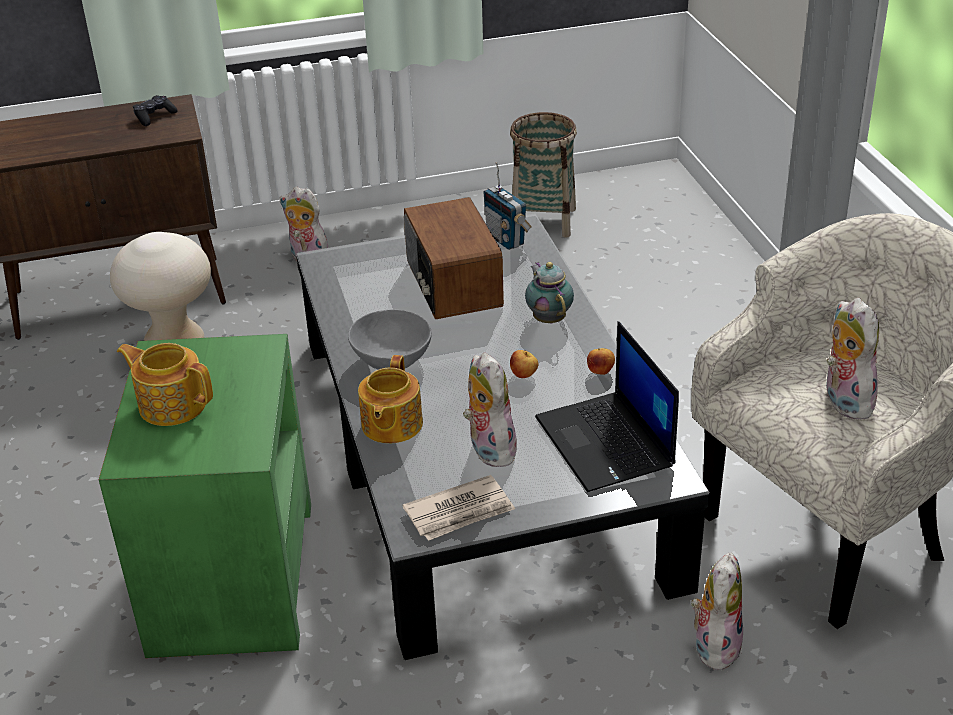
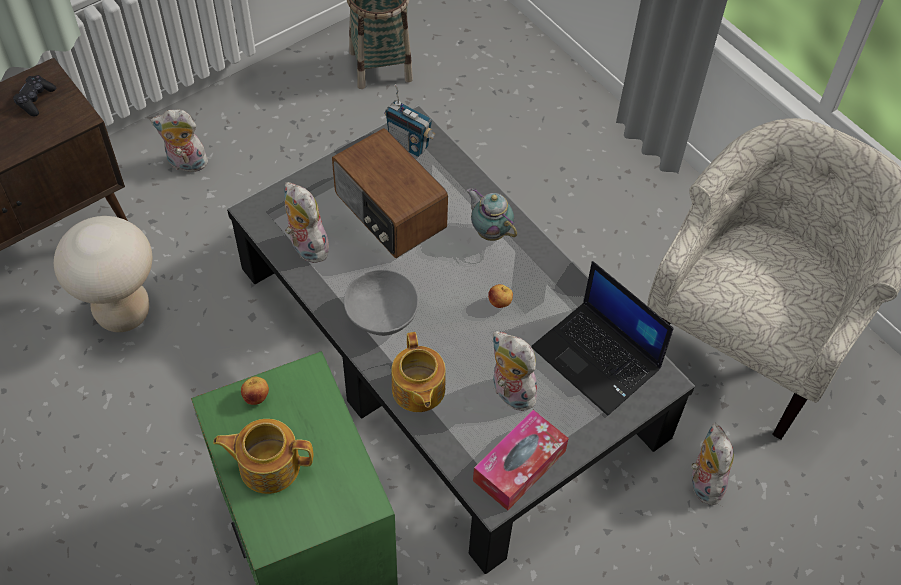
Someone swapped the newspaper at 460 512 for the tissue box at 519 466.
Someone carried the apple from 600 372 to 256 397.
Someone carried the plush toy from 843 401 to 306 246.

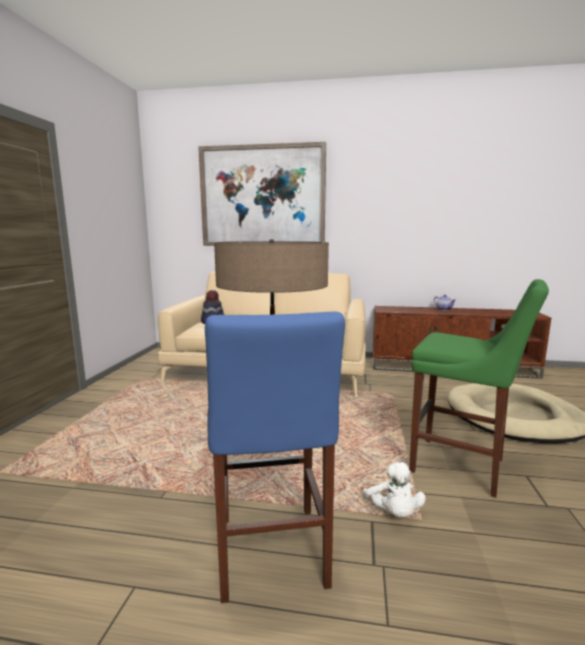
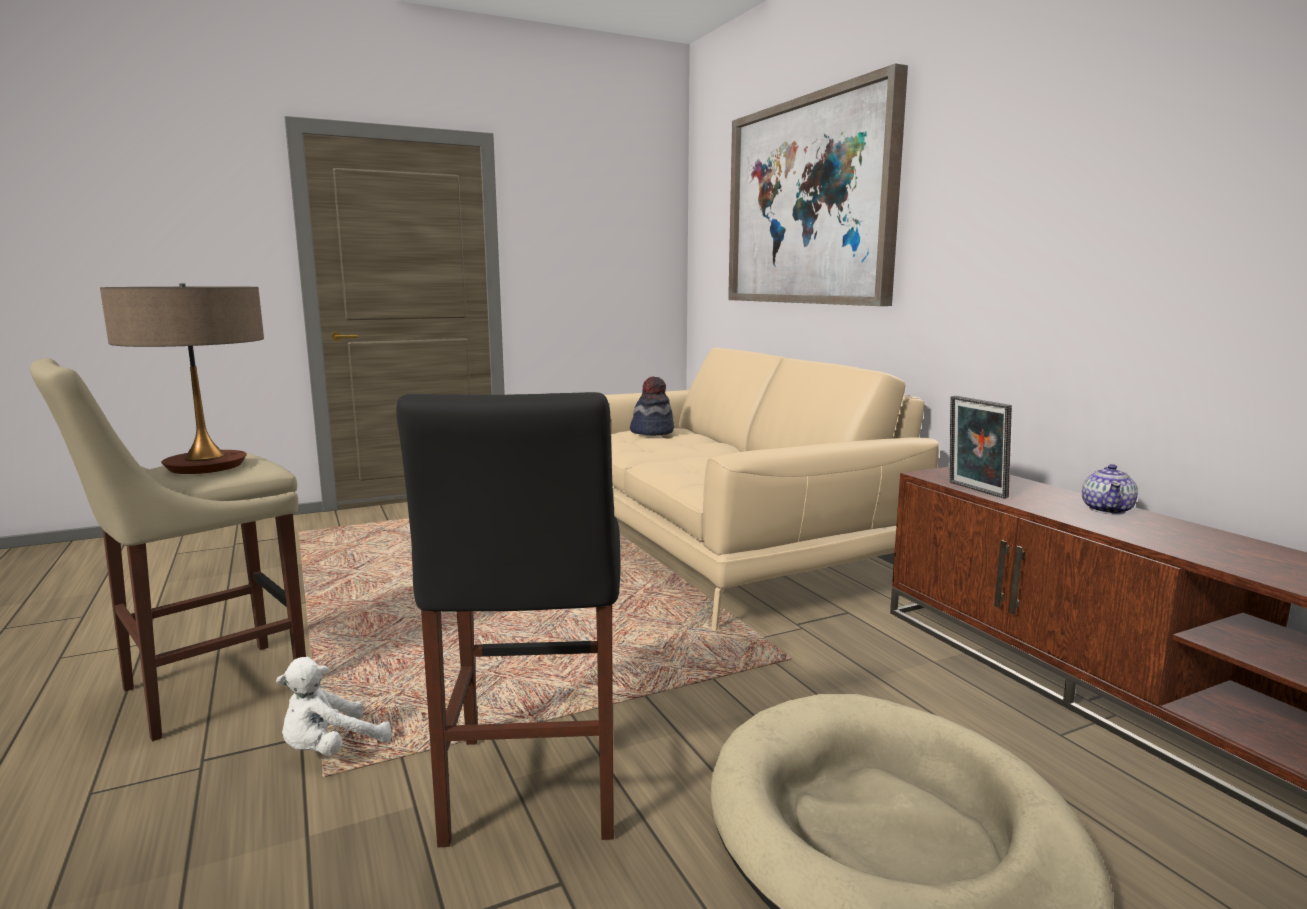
Someone repainted the stool (blue) at 271 556, which became the stool (beige) at 204 691.
Someone repainted the stool (green) at 462 467, which became the stool (black) at 531 792.
Someone put down the picture frame at 974 490.

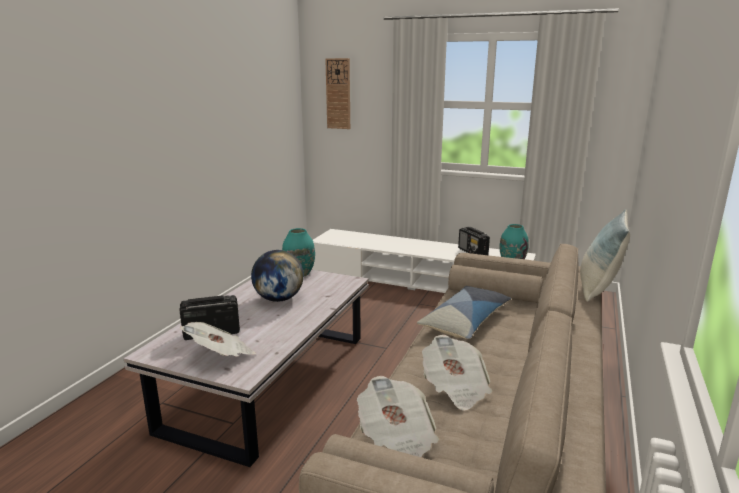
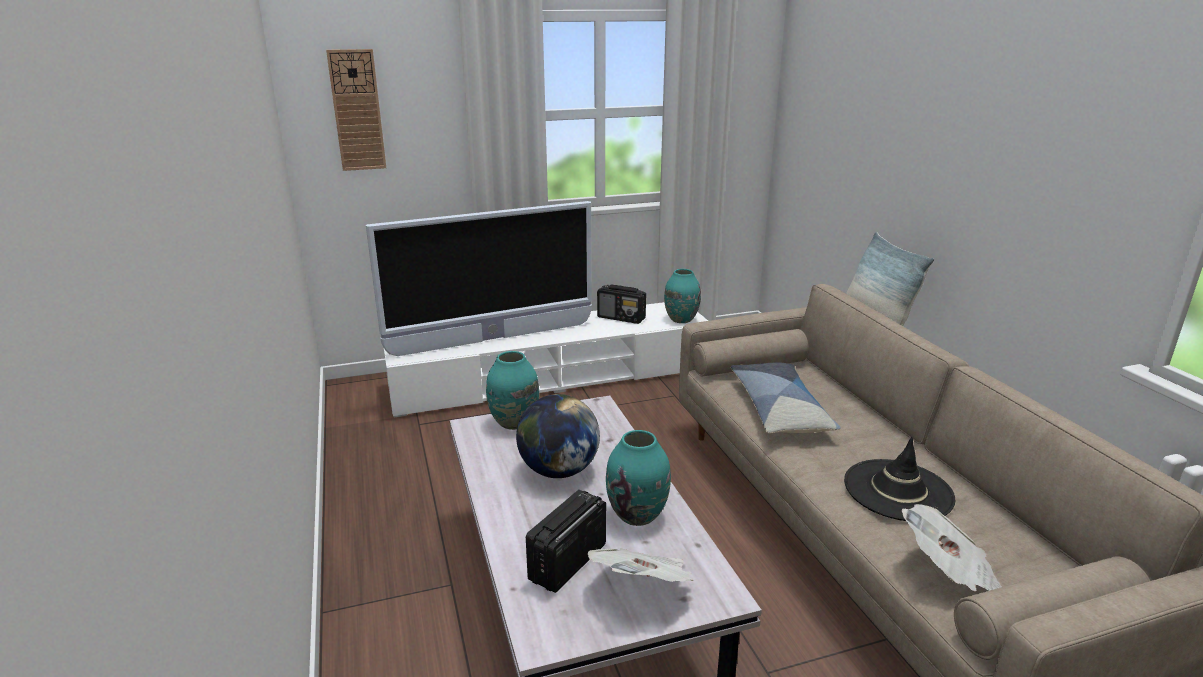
Someone swapped the newspaper at 455 388 for the hat (black) at 898 490.
Someone put down the television at 492 339.
Someone put down the vase (turquoise) at 638 514.

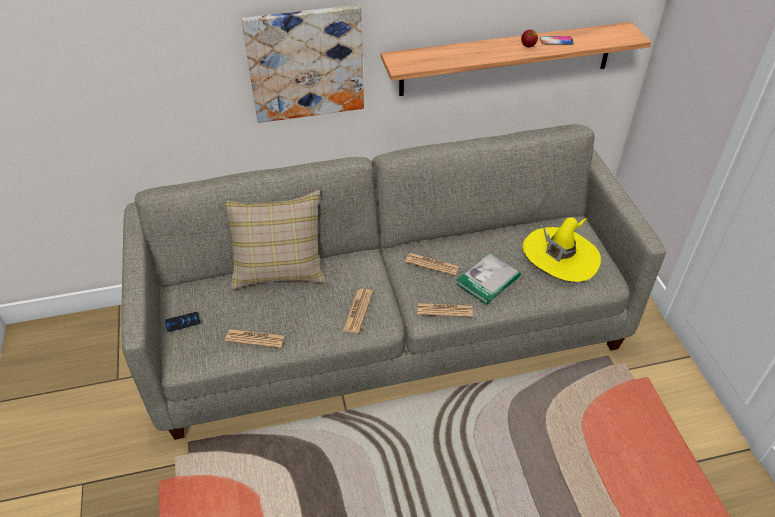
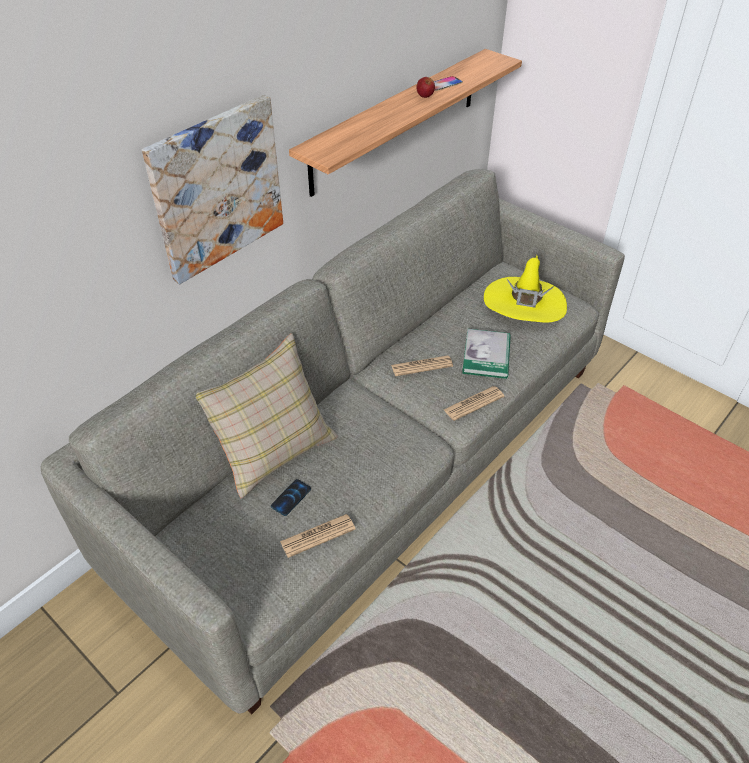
Someone carried the phone from 182 322 to 291 498.
Someone took away the newspaper at 358 311.

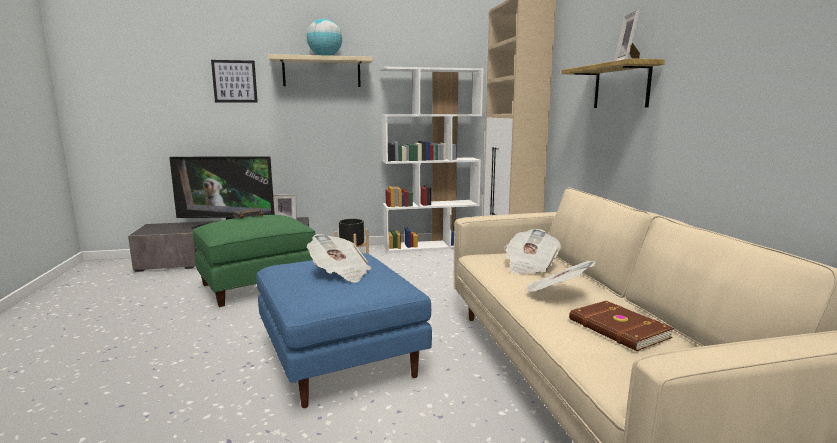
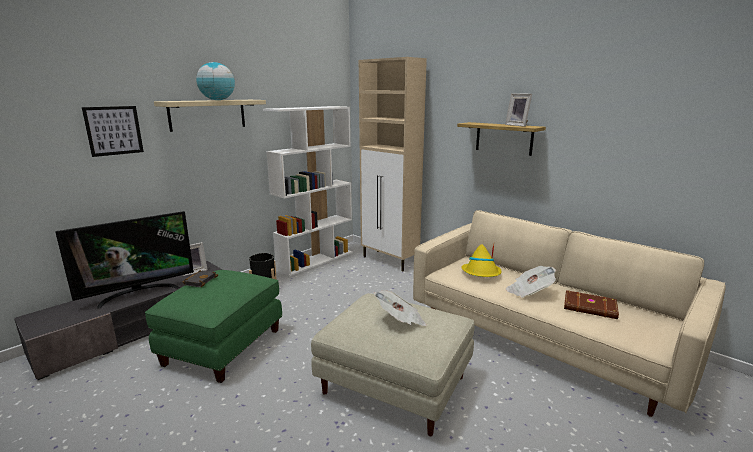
Someone repainted the ottoman (blue) at 341 357, which became the ottoman (beige) at 396 385.
Someone swapped the newspaper at 529 266 for the hat (yellow) at 481 273.

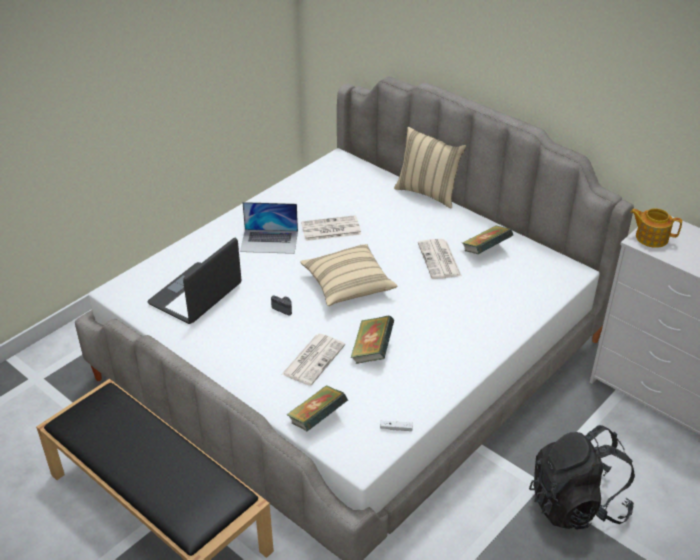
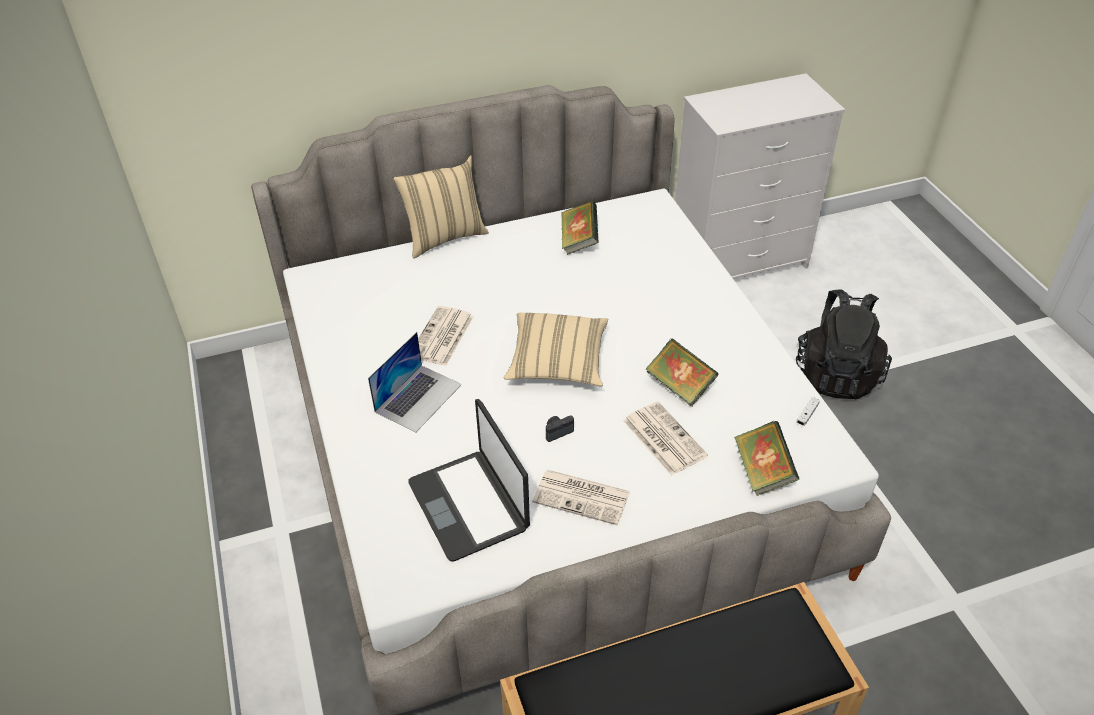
Someone carried the newspaper from 440 260 to 583 497.
Someone took away the teapot at 651 237.

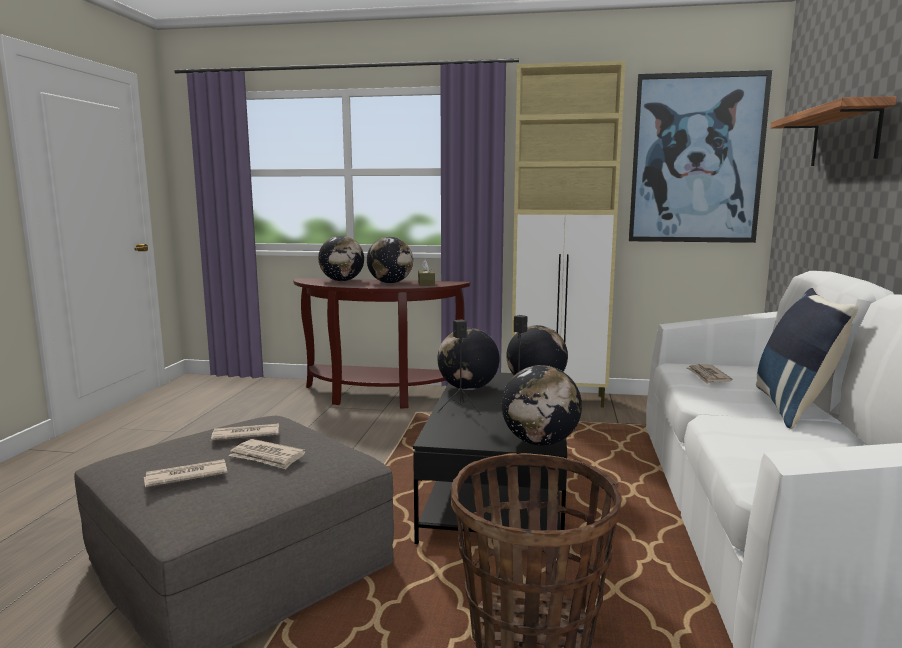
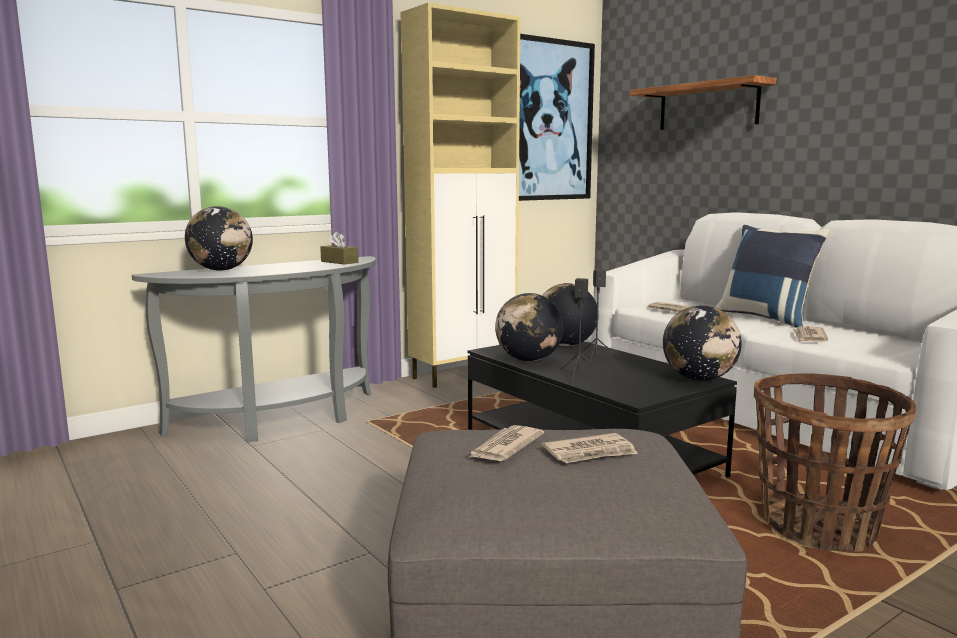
Someone carried the newspaper from 185 476 to 809 337.
Someone repainted the console table (brown) at 377 397, which became the console table (grey) at 283 420.
Someone took away the globe at 390 283.

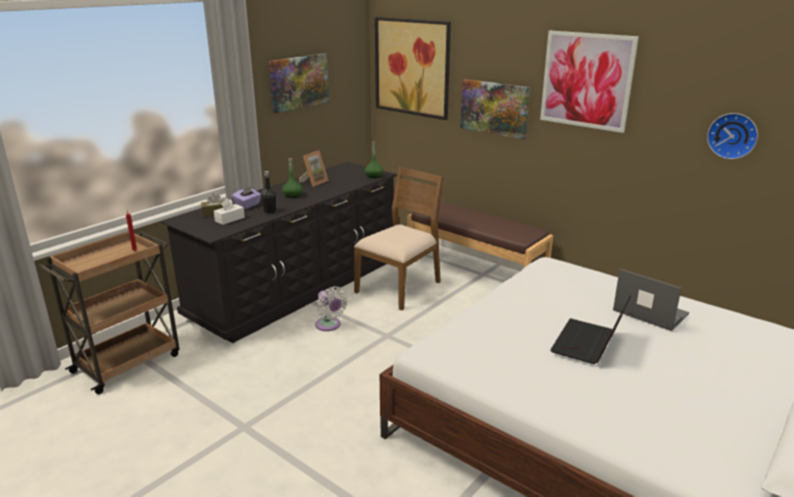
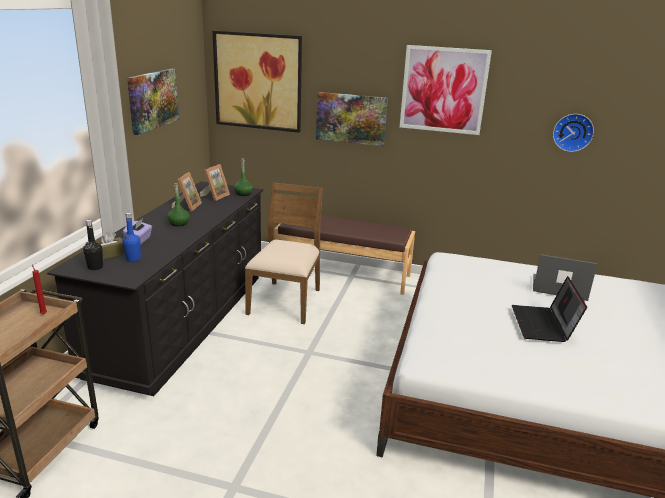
Someone swapped the tissue box (white) at 229 219 for the bottle (blue) at 133 259.
Someone carried the bottle (black) from 270 211 to 95 267.
Someone took away the fan (white) at 329 326.
Someone put down the picture frame at 215 196.

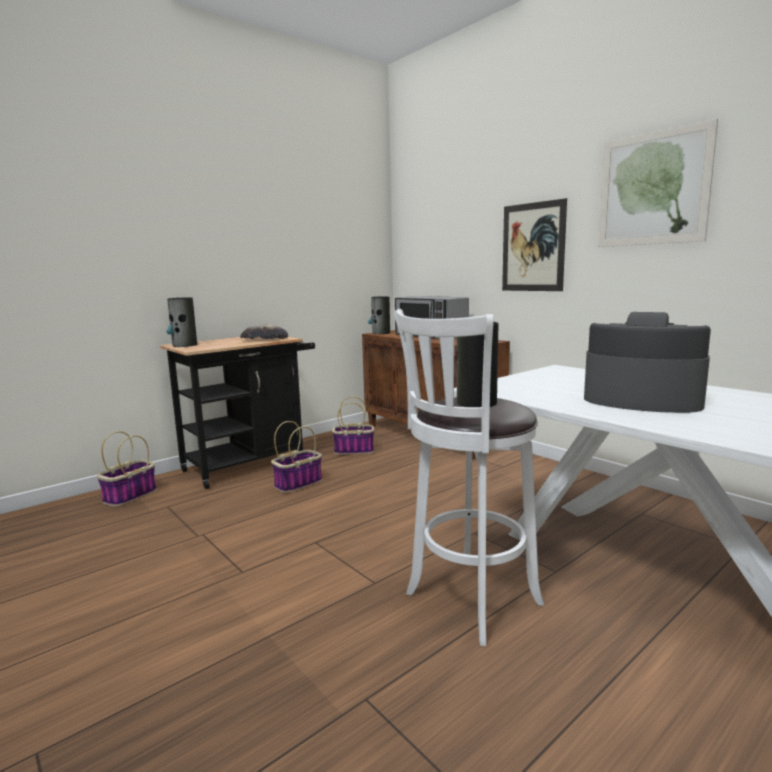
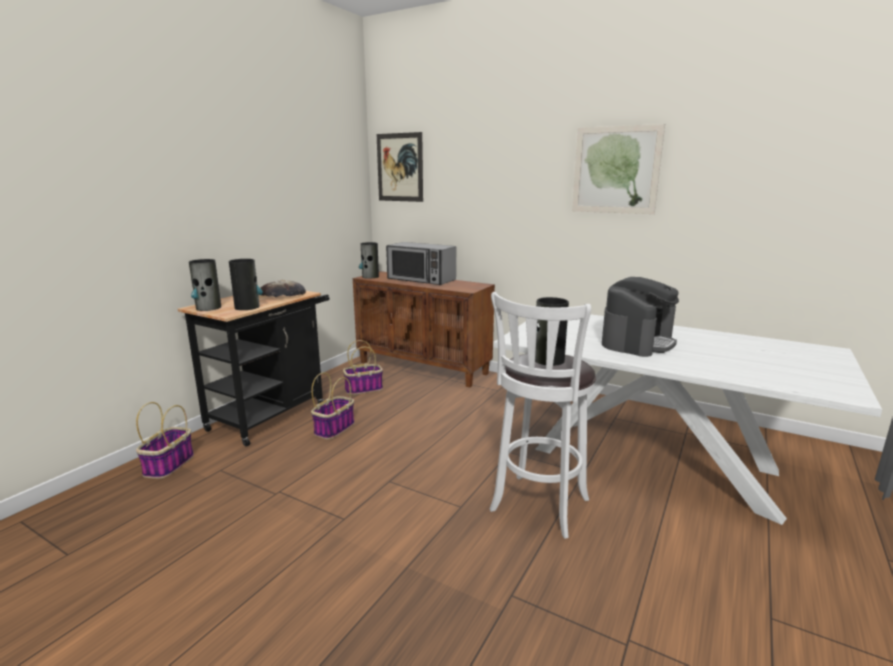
Someone carried the picture from 533 247 to 400 167.
Someone rotated the coffee machine at 641 400 by 120 degrees clockwise.
Someone put down the vase at 247 307.

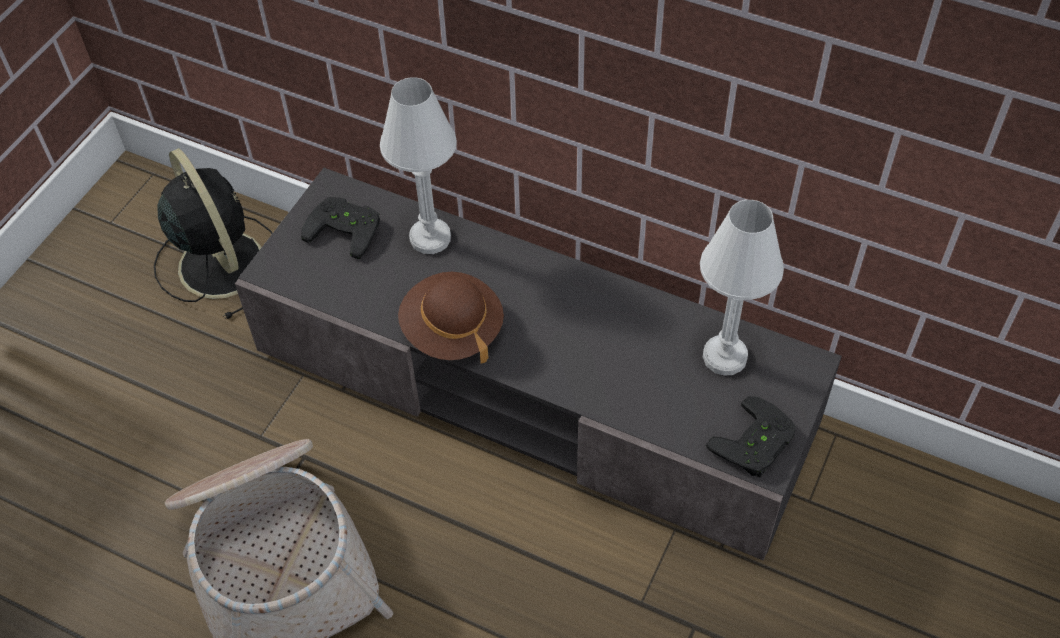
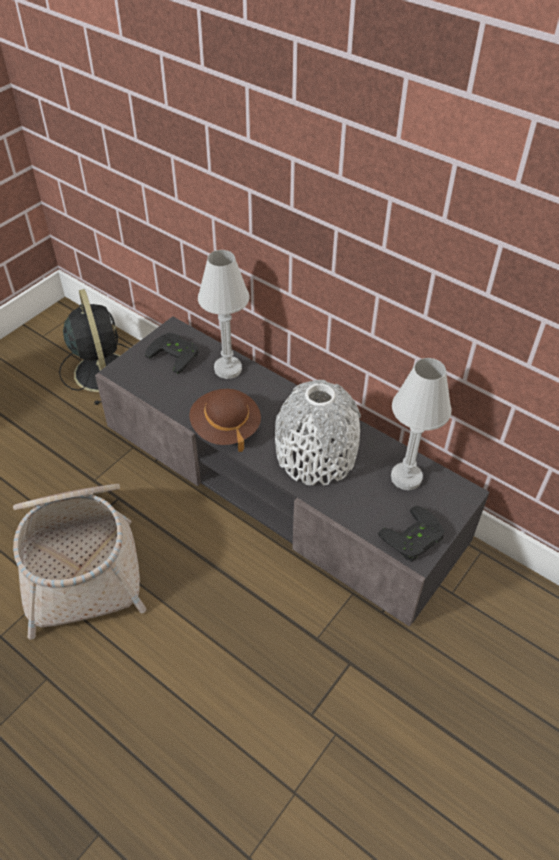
Someone put down the vase (white) at 316 455.

